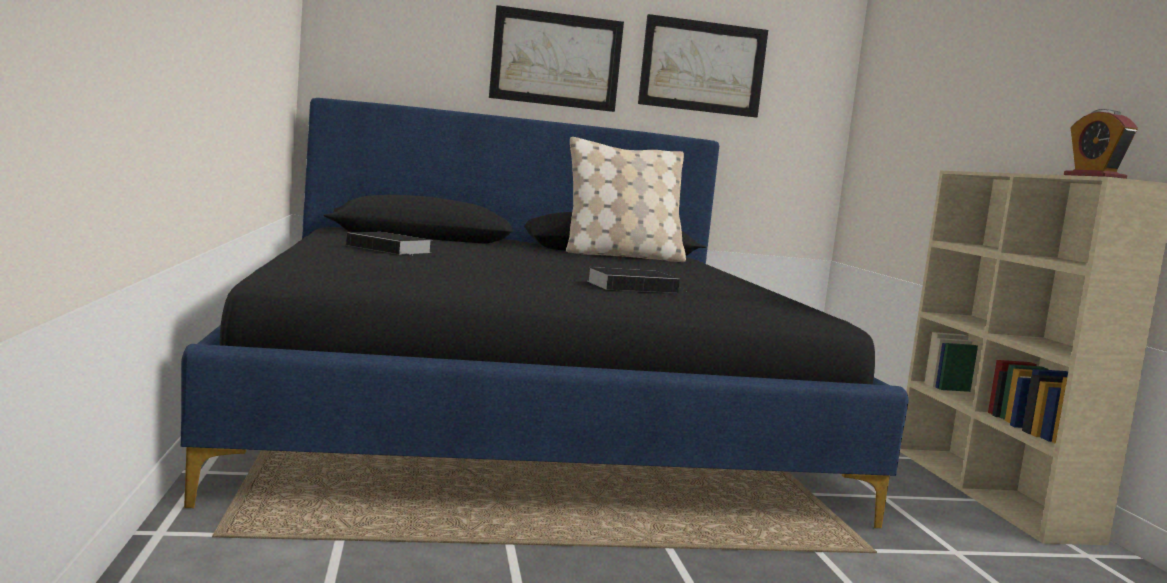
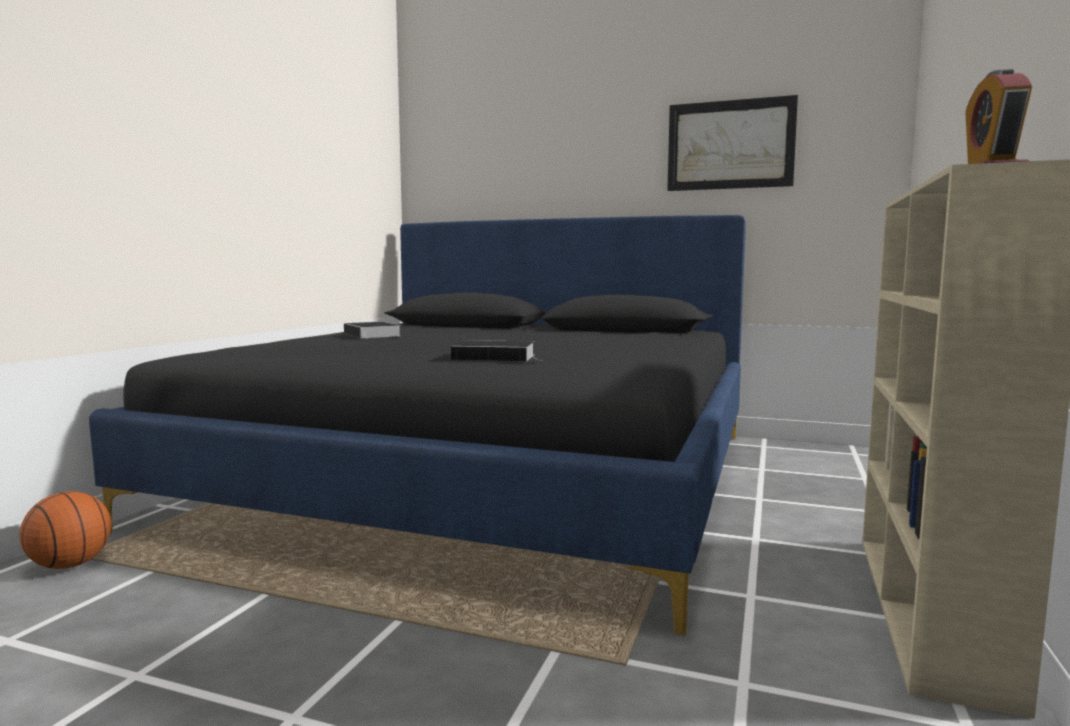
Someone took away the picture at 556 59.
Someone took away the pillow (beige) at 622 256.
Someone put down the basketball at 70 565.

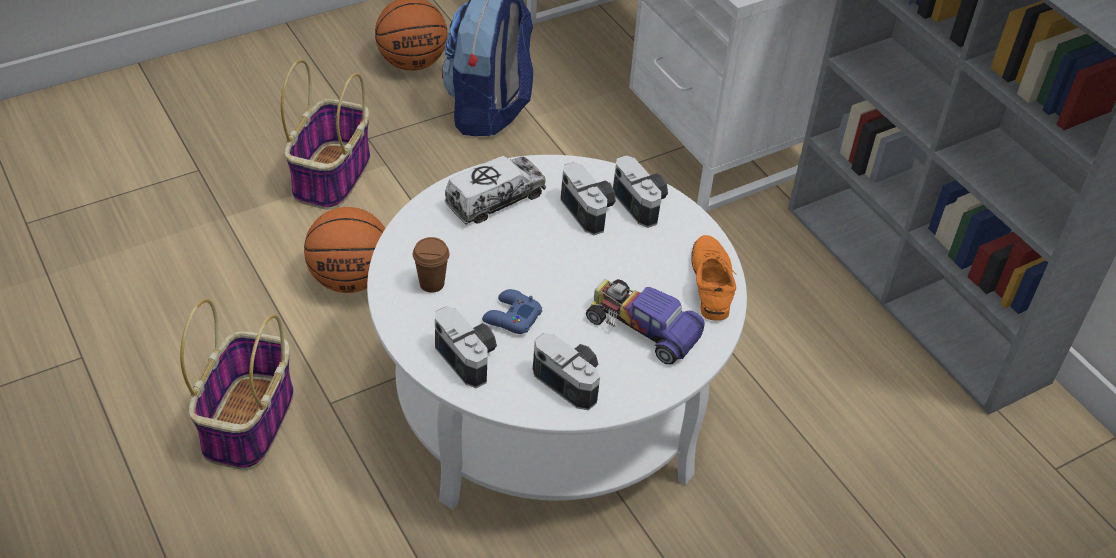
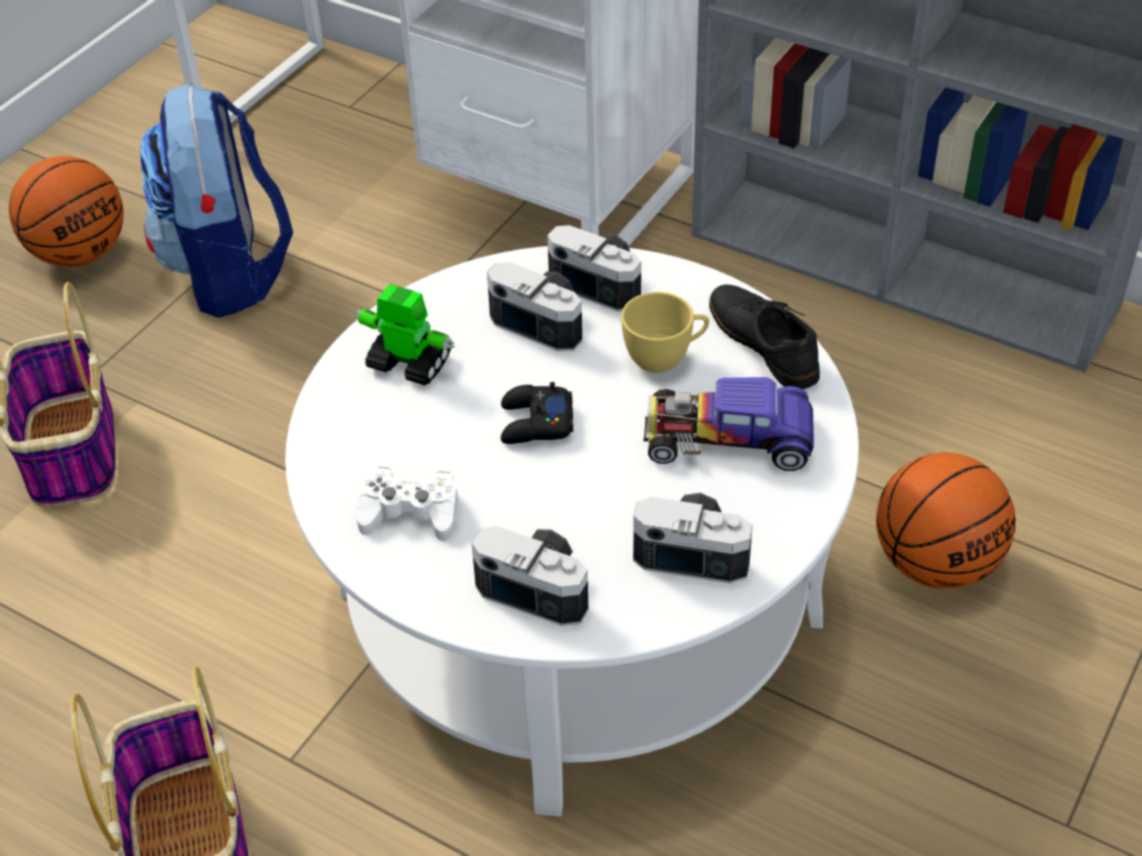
Someone carried the basketball from 350 279 to 935 563.
Someone swapped the cup (brown) at 432 284 for the game controller (white) at 410 513.
Someone swapped the toy truck at 495 200 for the toy robot at 408 363.
Someone took away the game controller (blue) at 511 317.
Someone repainted the shoe (orange) at 711 282, which became the shoe (black) at 763 343.
Someone put down the game controller (black) at 535 423.
Someone put down the cup (yellow) at 665 358.

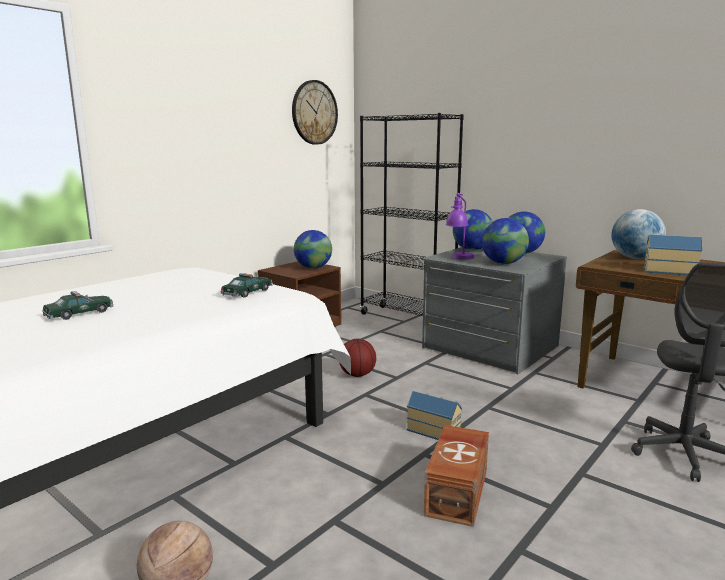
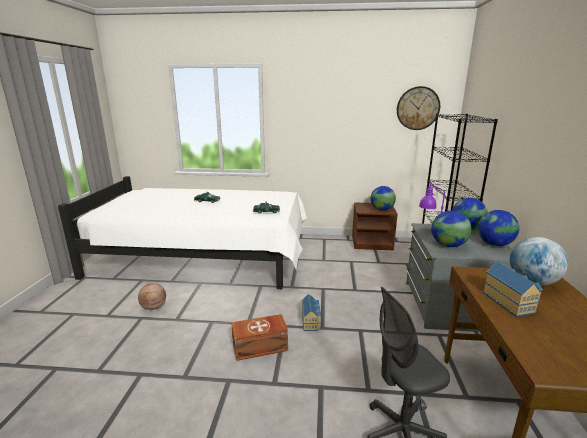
Someone took away the basketball at 357 374.

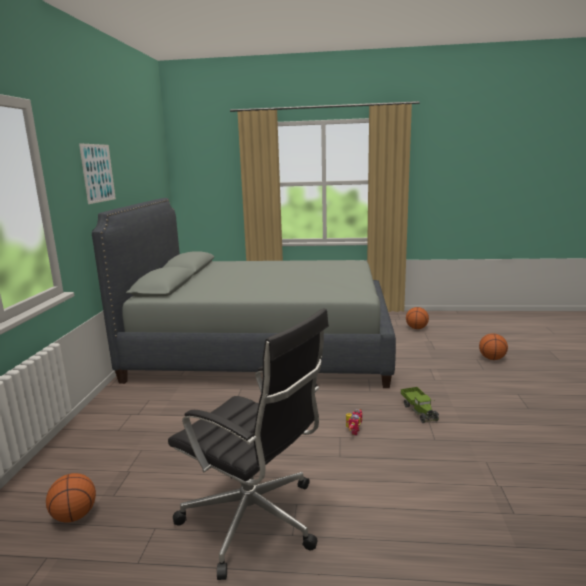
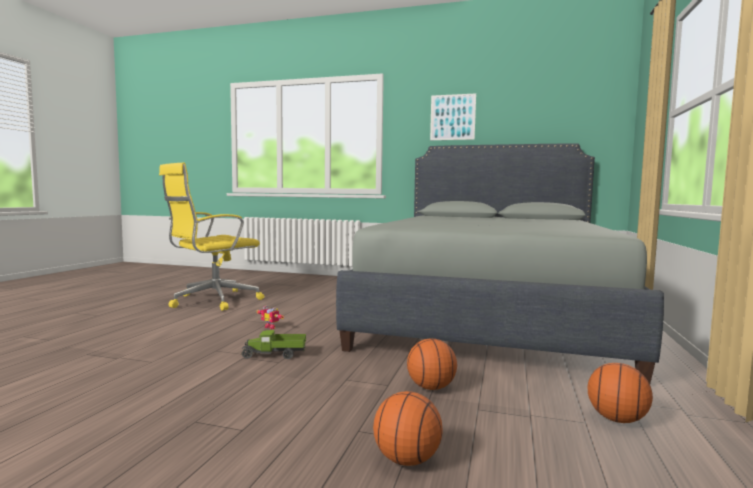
Someone carried the basketball from 75 516 to 431 387.
Someone repainted the office chair (black) at 255 521, which became the office chair (yellow) at 212 301.

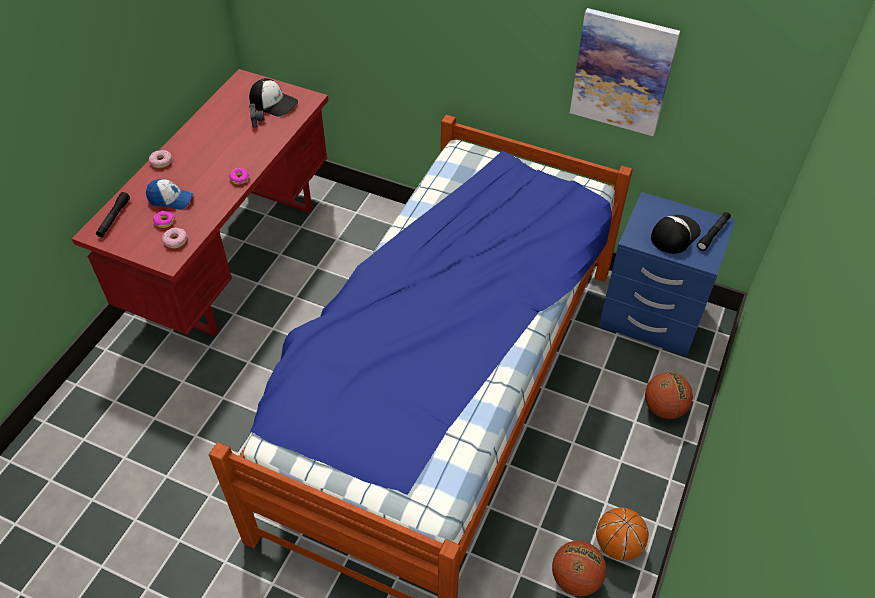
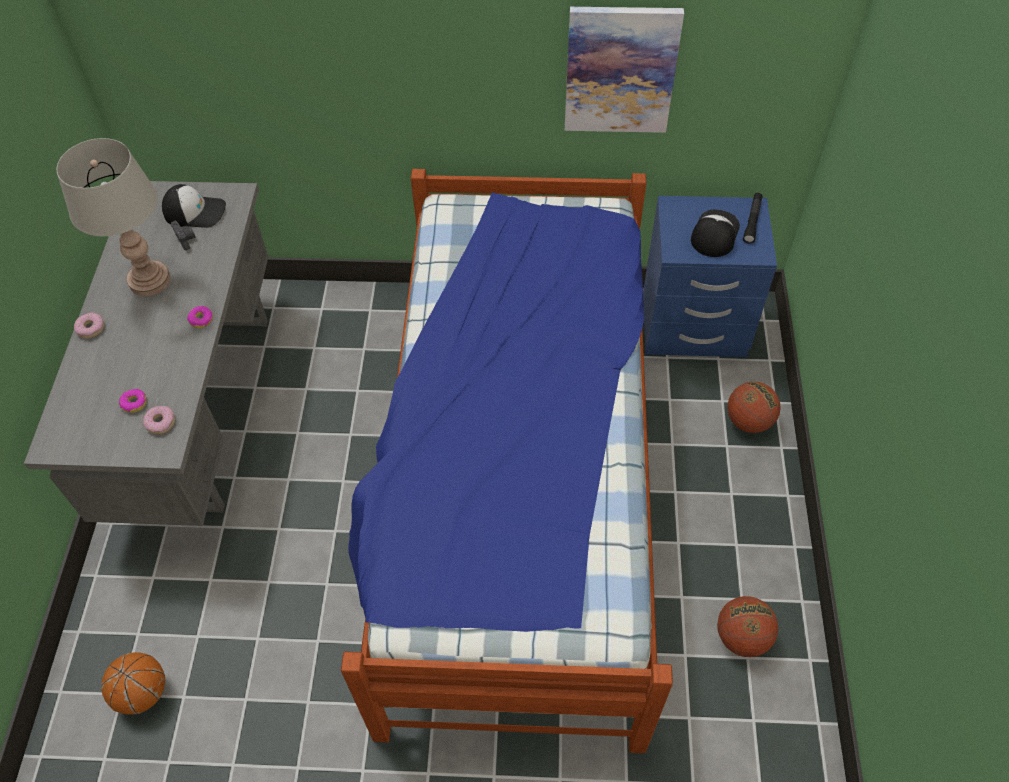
Someone repainted the desk (red) at 233 255, which became the desk (grey) at 199 407.
Someone took away the flashlight (black) at 114 218.
Someone took away the cap at 171 199.
Someone carried the basketball from 617 544 to 143 692.
Someone put down the table lamp (grey) at 149 280.

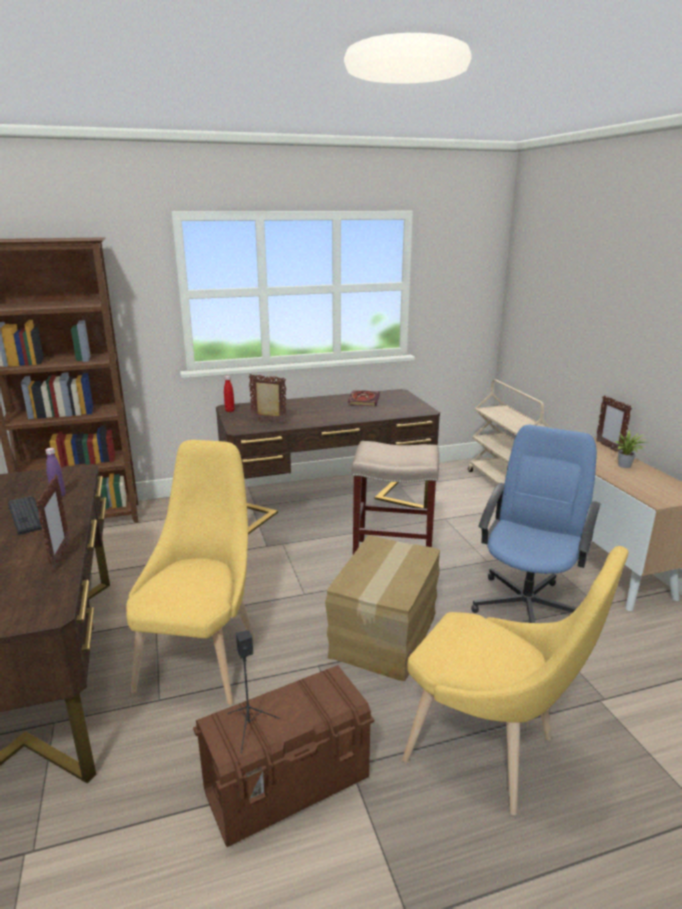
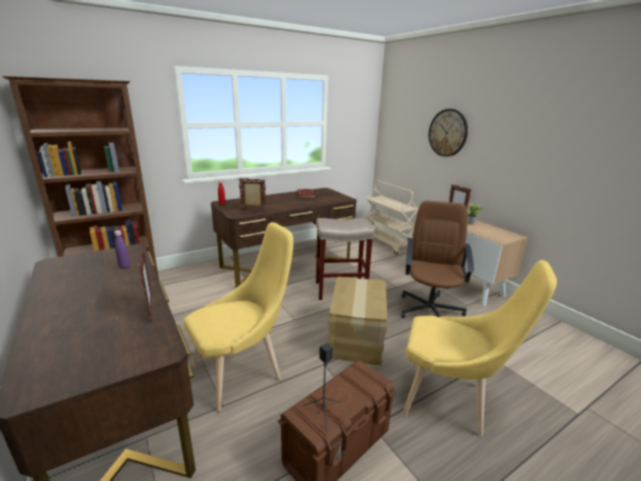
Someone took away the keyboard at 26 515.
Someone rotated the chair (yellow) at 202 658 by 60 degrees clockwise.
Someone repainted the office chair (blue) at 527 606, which became the office chair (brown) at 430 310.
Someone put up the wall clock at 448 133.

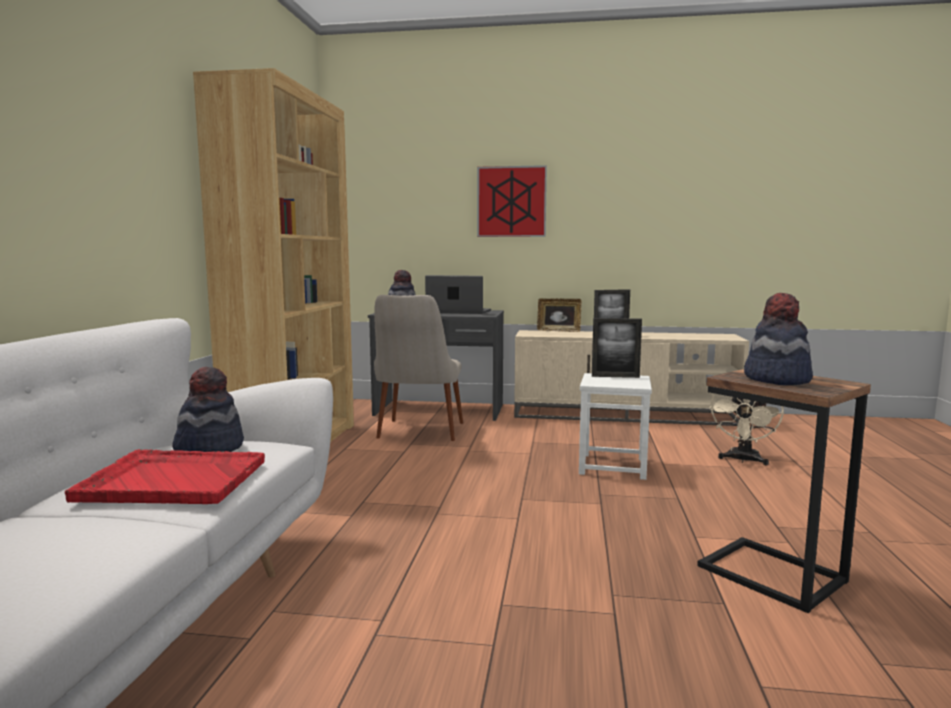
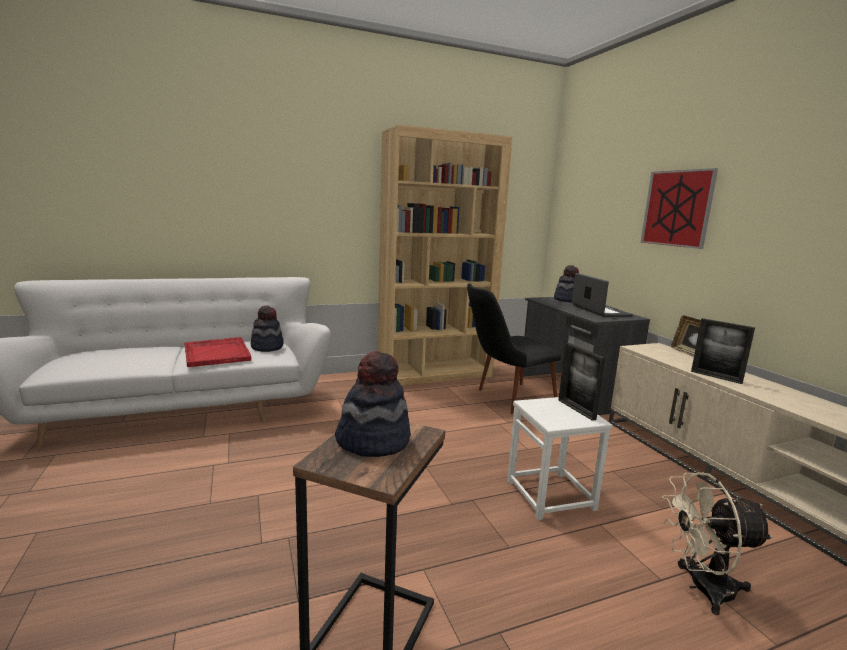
Someone repainted the chair (beige) at 418 435, which became the chair (black) at 505 399.

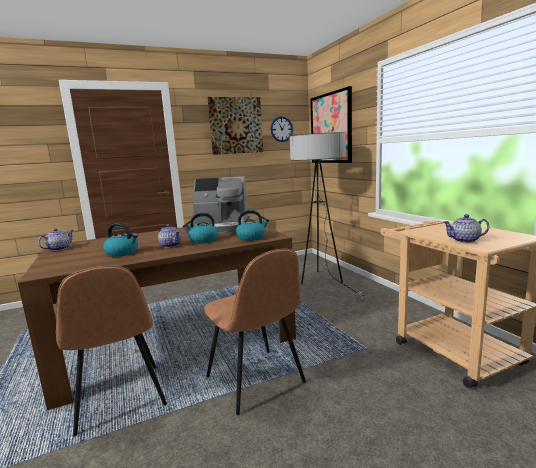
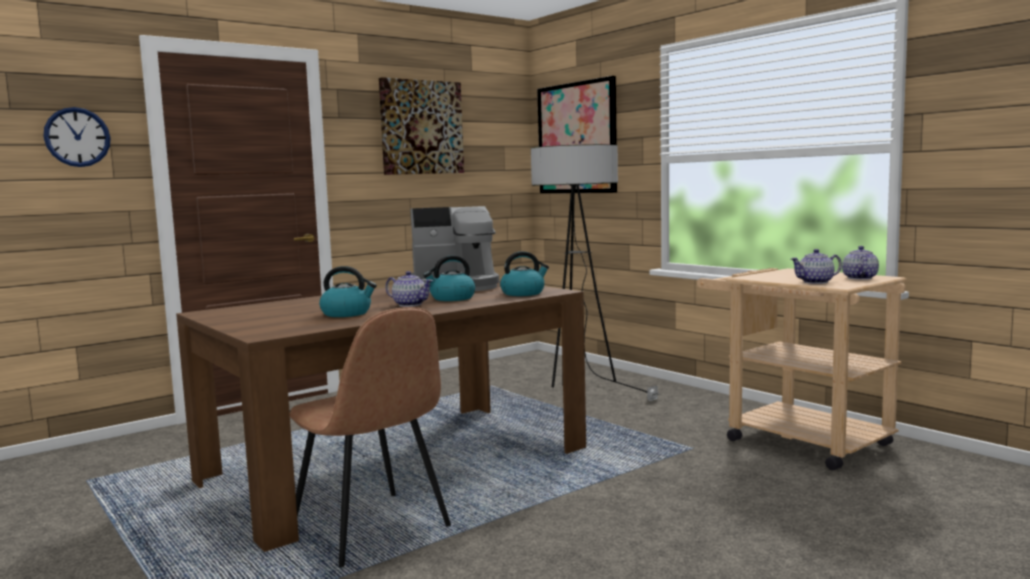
Someone carried the teapot from 58 249 to 859 278.
Someone took away the chair (brown) at 256 381.
Someone carried the wall clock from 281 129 to 77 137.

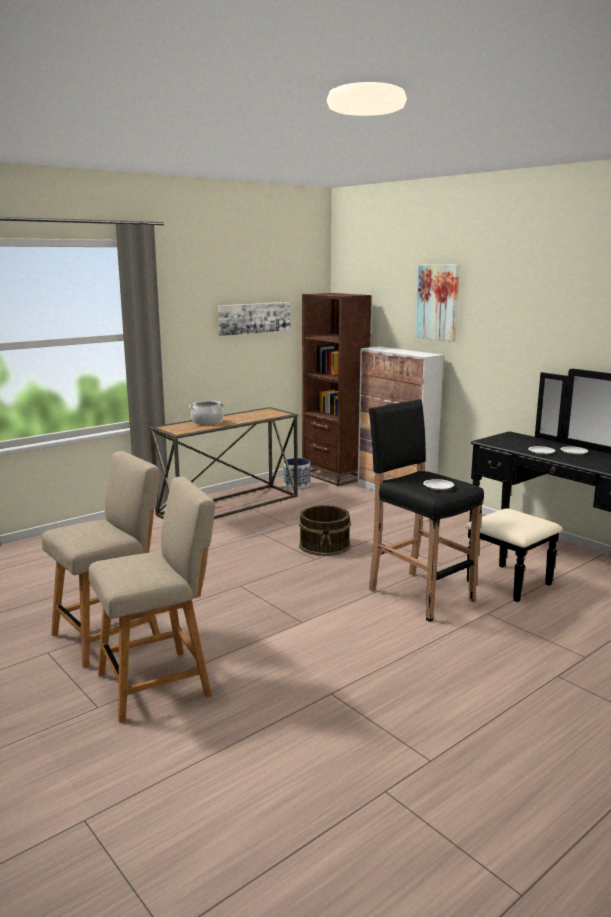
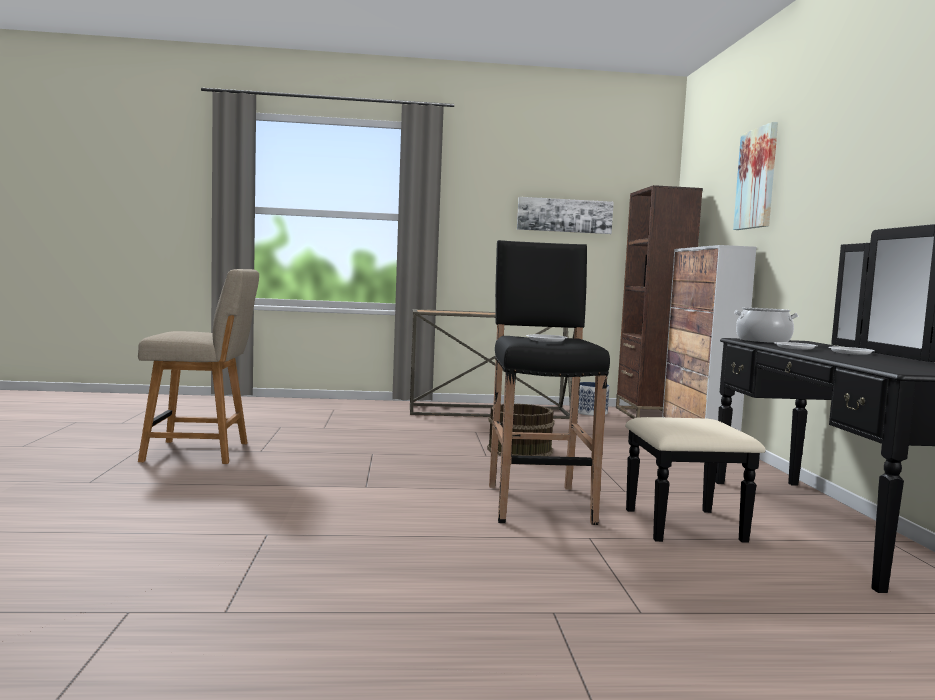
Someone took away the chair (beige) at 159 683.
Someone carried the cooking pot from 207 422 to 763 341.

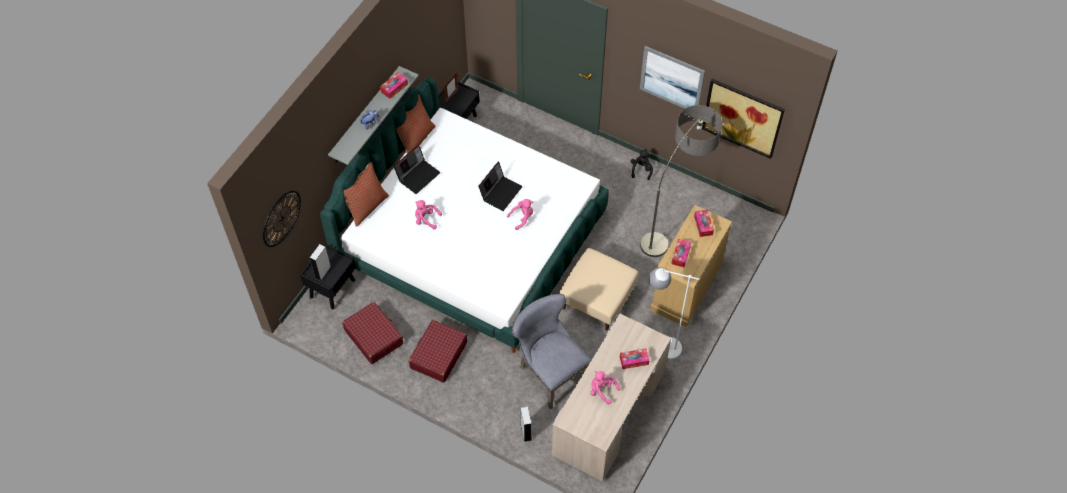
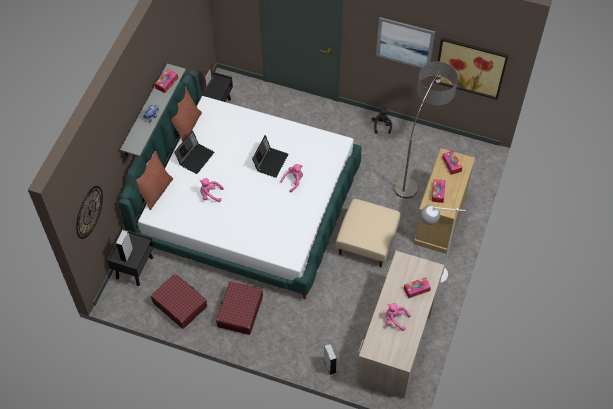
Someone took away the chair (grey) at 550 372.

